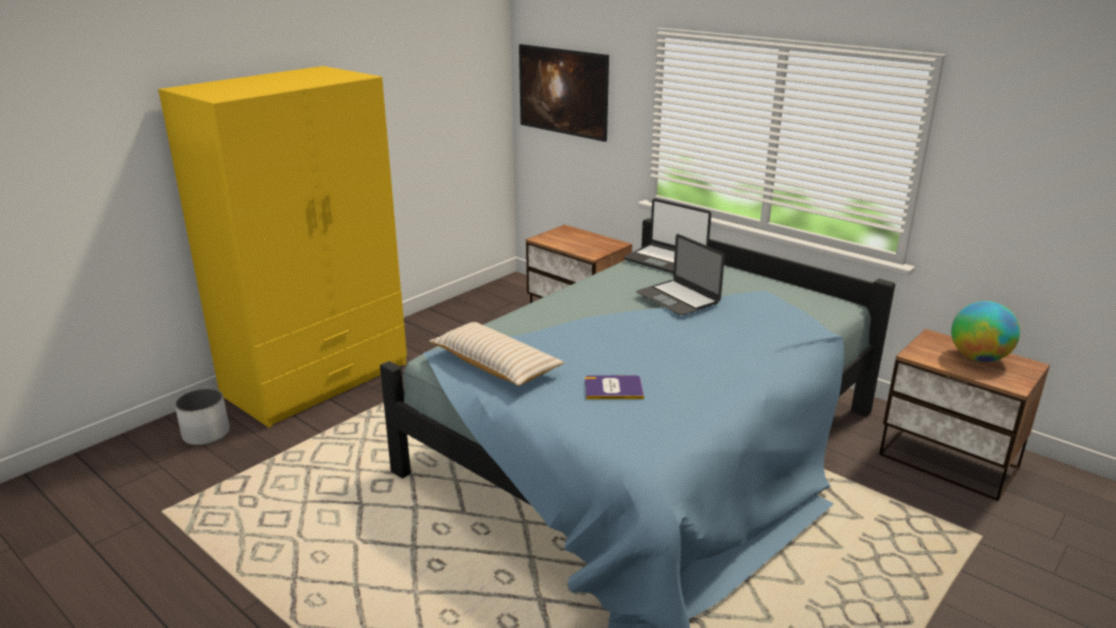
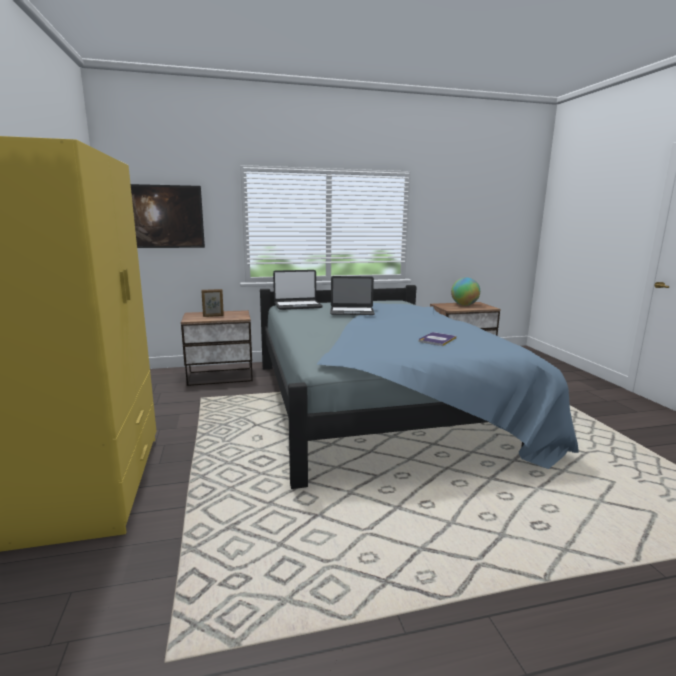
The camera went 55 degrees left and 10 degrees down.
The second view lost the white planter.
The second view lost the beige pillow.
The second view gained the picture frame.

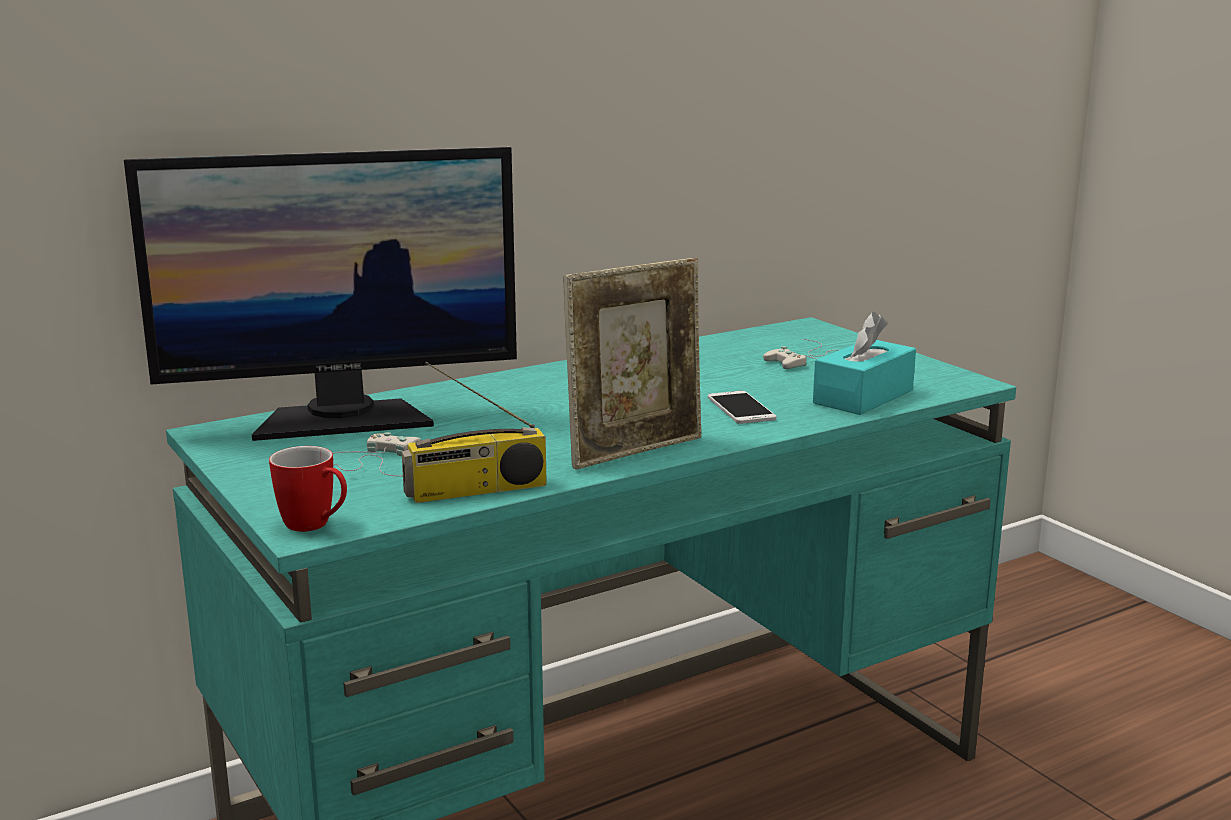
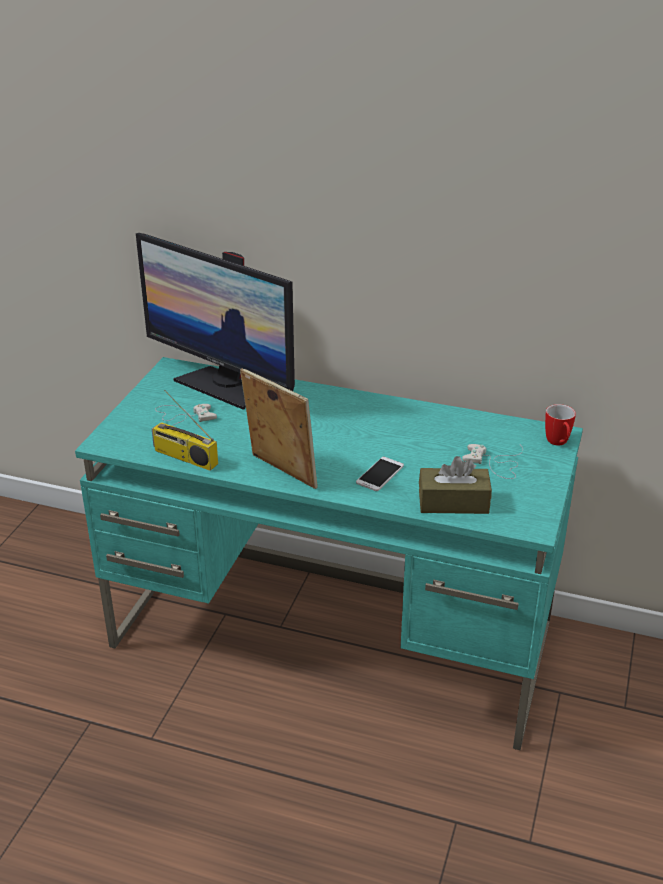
The camera went 50 degrees right and 15 degrees up.
The mug ended up elsewhere.
What was the turquoise tissue box turned into the brown tissue box.
The picture frame ended up facing another way, 150 degrees counterclockwise from before.

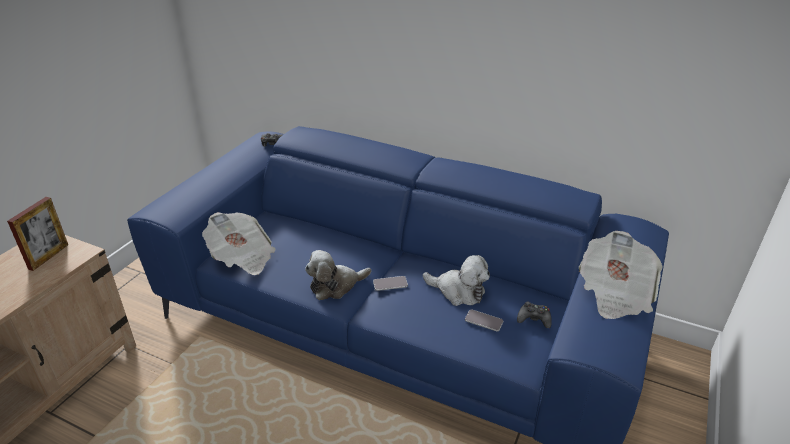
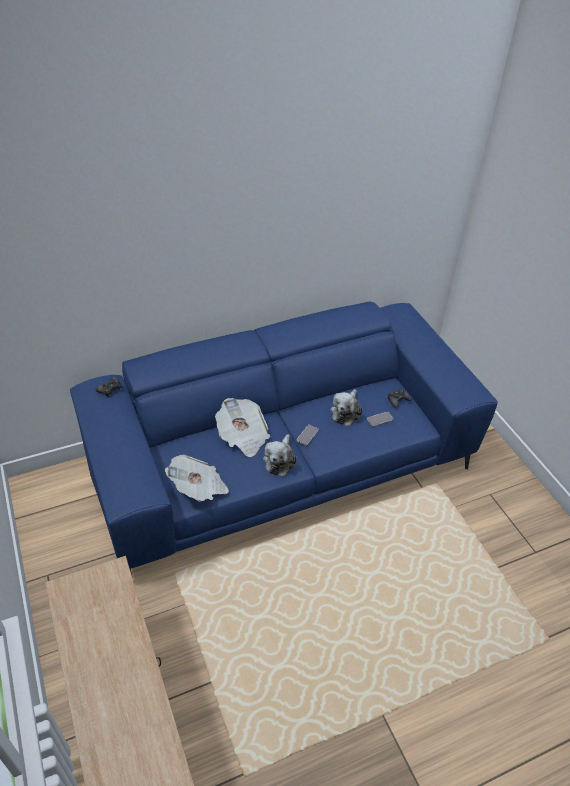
The camera went 50 degrees left and 10 degrees up.
The second view lost the picture frame.
The newspaper (no. 2 from left) ended up elsewhere.
The plush toy (no. 2 from left) ended up facing another way, 135 degrees clockwise from before.

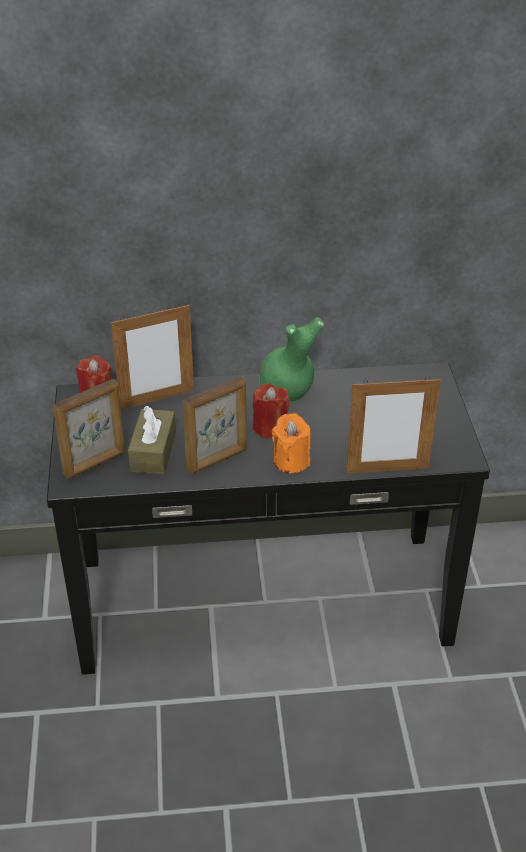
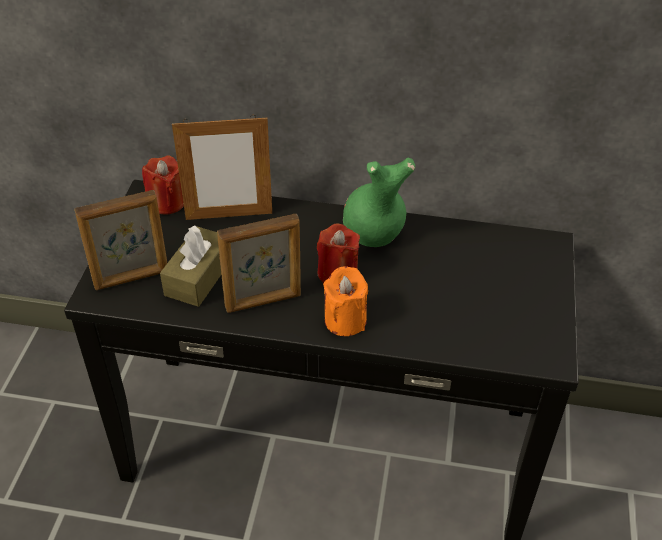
The camera went 15 degrees right and 5 degrees up.
The second view lost the picture frame (no. 4 from left).

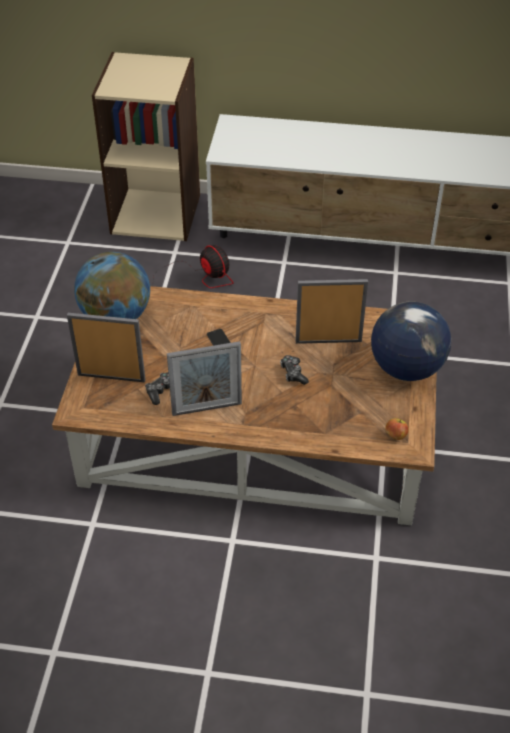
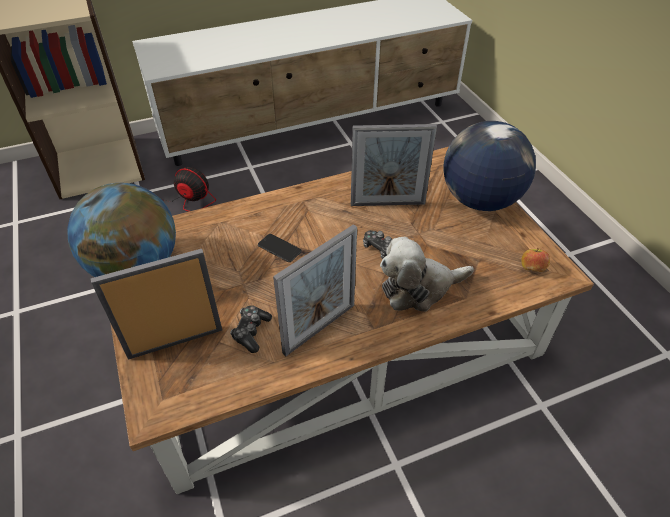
The camera went 30 degrees left and 0 degrees up.
The second view gained the plush toy.
The picture frame (no. 3 from left) ended up facing another way, 150 degrees counterclockwise from before.

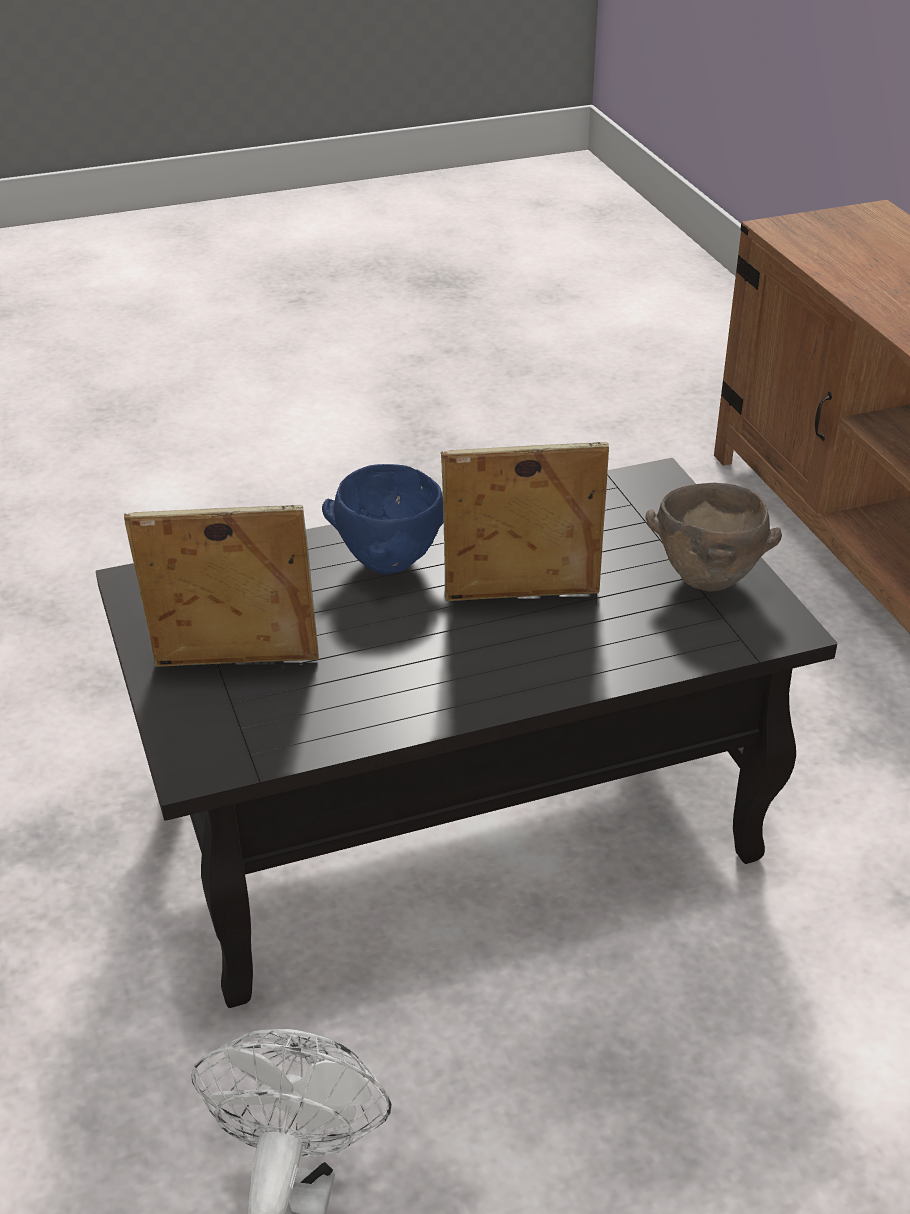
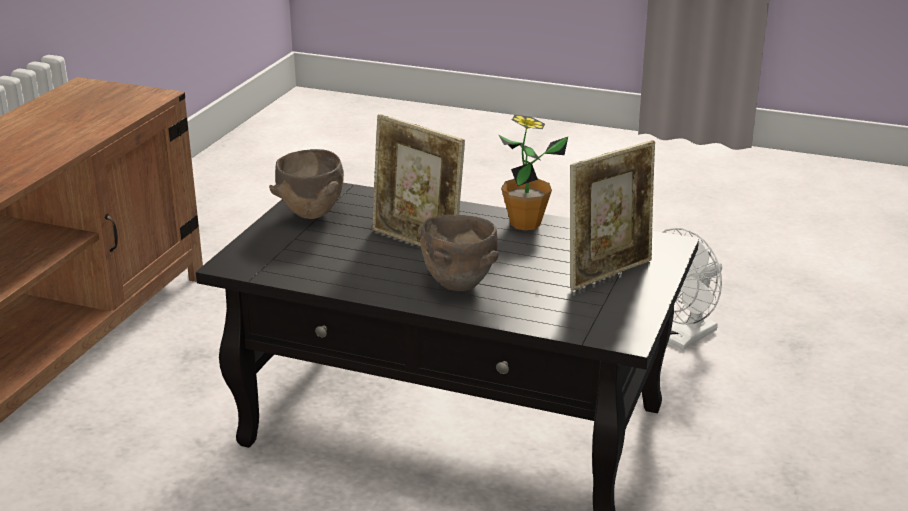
The camera went 140 degrees left and 10 degrees down.
The second view gained the potted plant.
What was the blue bowl turned into the brown bowl (no. 2 from left).
The picture frame (no. 1 from left in the first image) ended up facing another way, 75 degrees counterclockwise from before.

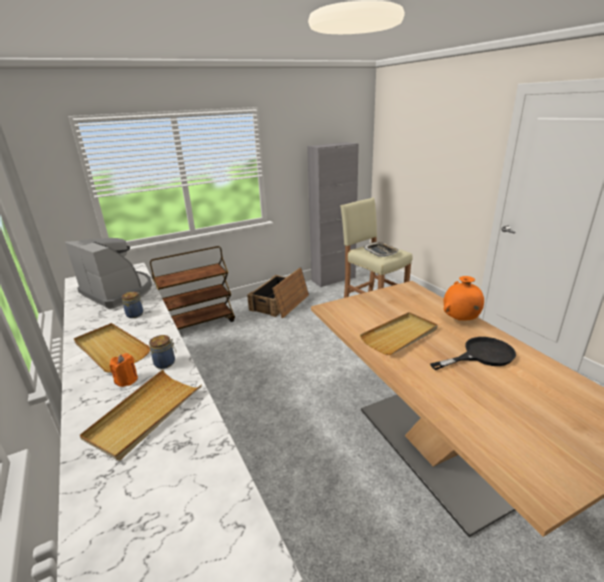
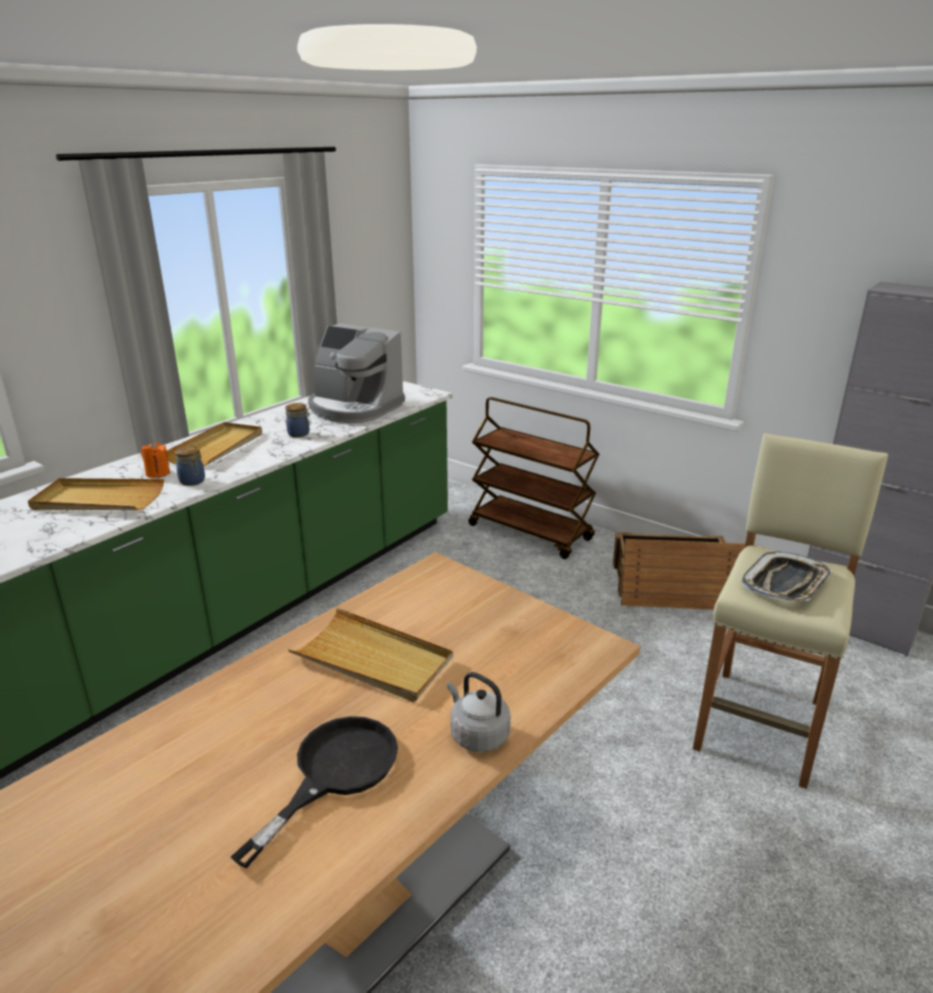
The camera went 65 degrees right and 0 degrees up.
Where the orange vase stood, the grey kettle came to stand.
The coffee machine ended up facing another way, 105 degrees clockwise from before.
The black frying pan ended up facing another way, 105 degrees counterclockwise from before.

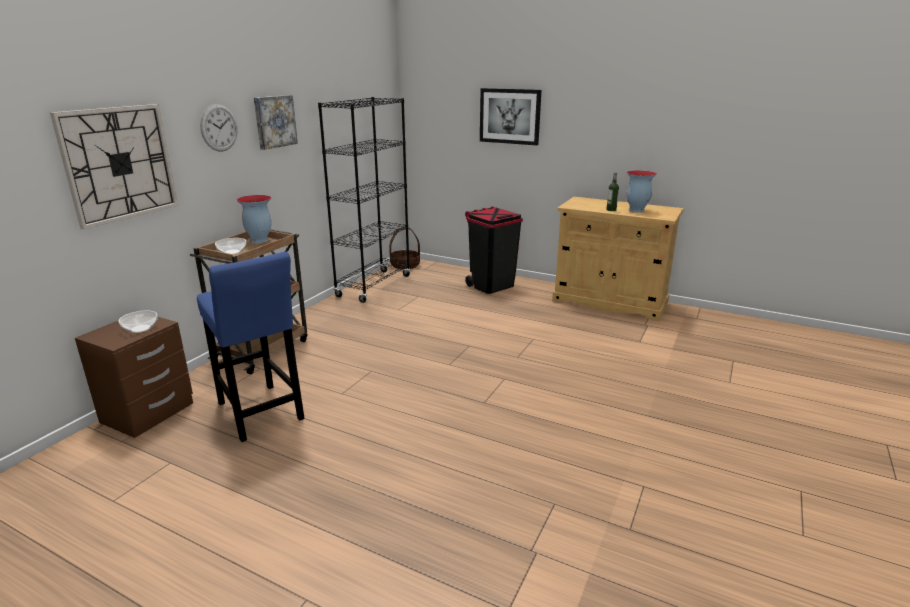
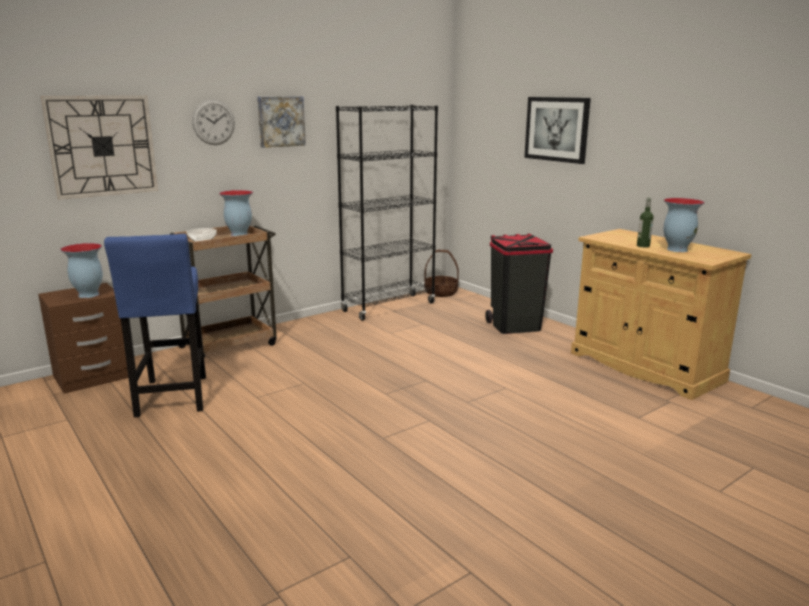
The camera went 25 degrees right and 5 degrees down.
Where the bowl (no. 1 from left) stood, the vase (no. 1 from left) came to stand.

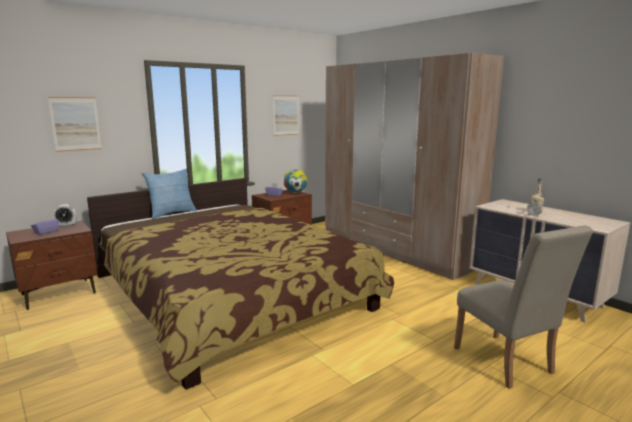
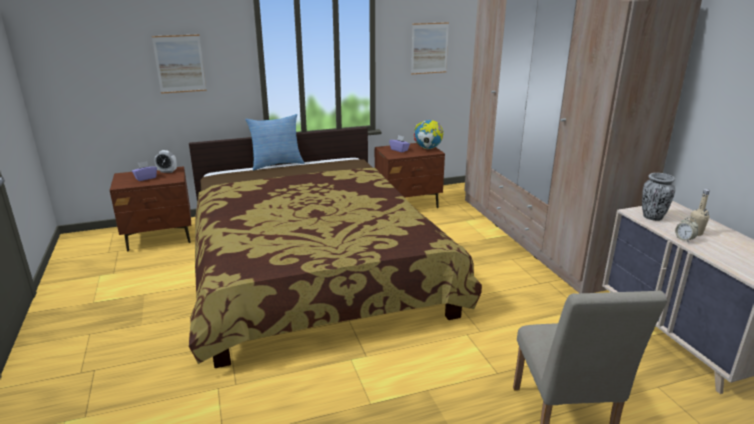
The camera went 20 degrees right and 10 degrees up.
The second view gained the vase.

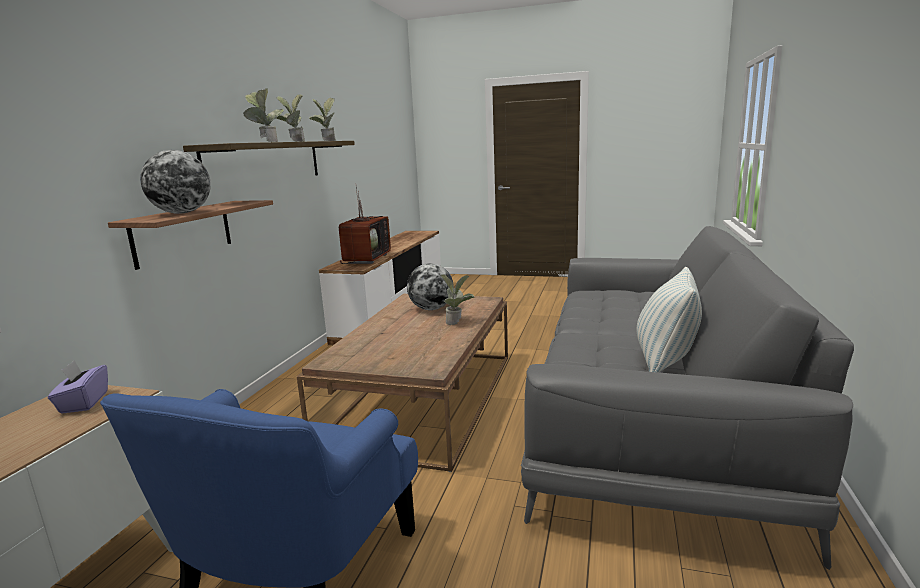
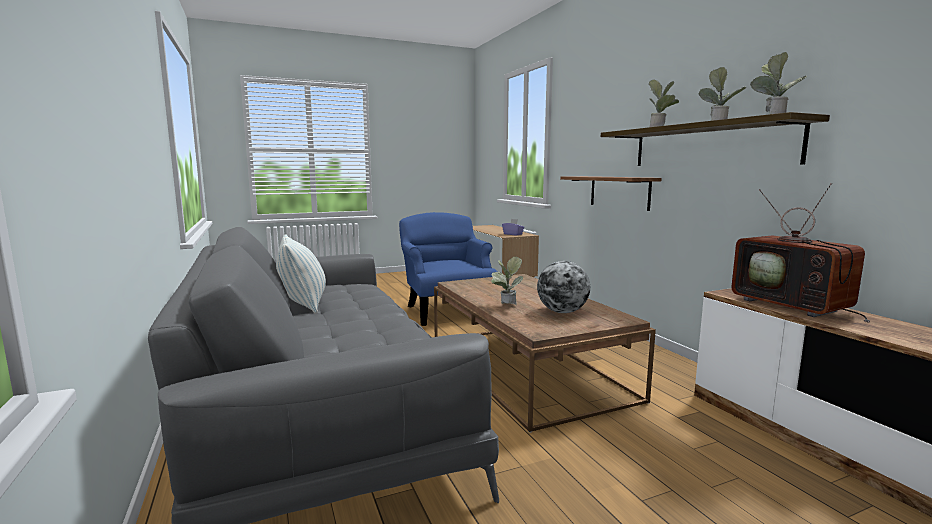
The camera went 140 degrees right and 5 degrees down.
The second view lost the globe (no. 1 from left).

